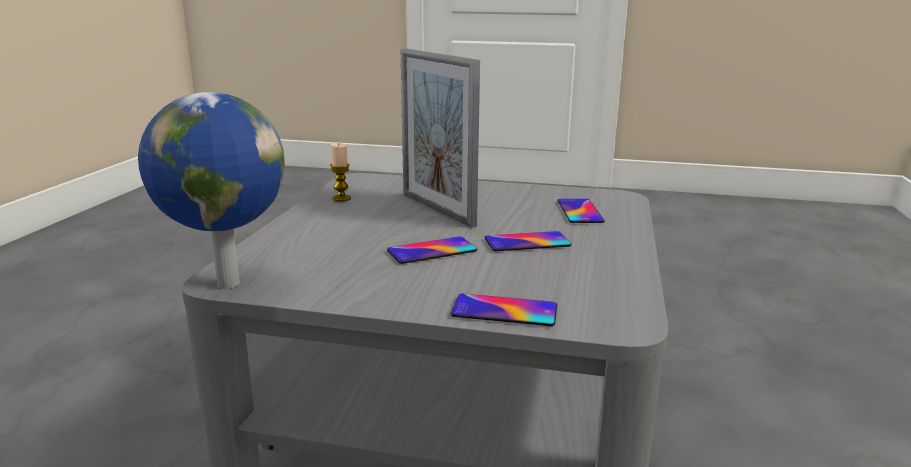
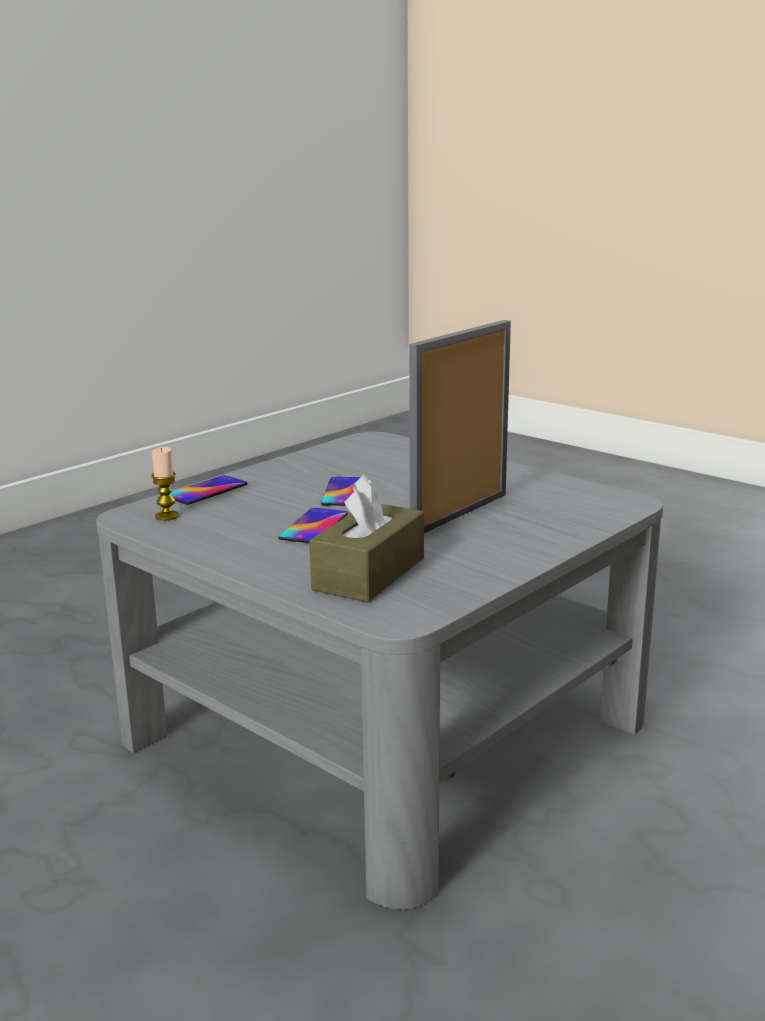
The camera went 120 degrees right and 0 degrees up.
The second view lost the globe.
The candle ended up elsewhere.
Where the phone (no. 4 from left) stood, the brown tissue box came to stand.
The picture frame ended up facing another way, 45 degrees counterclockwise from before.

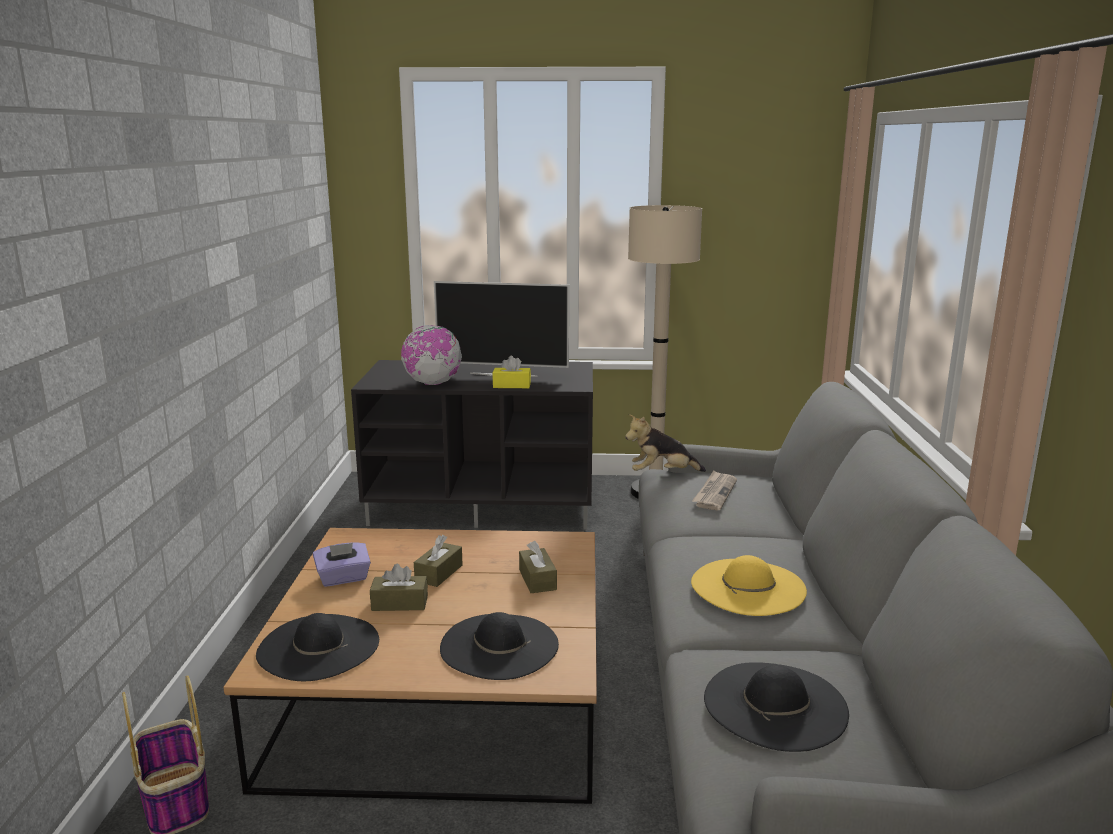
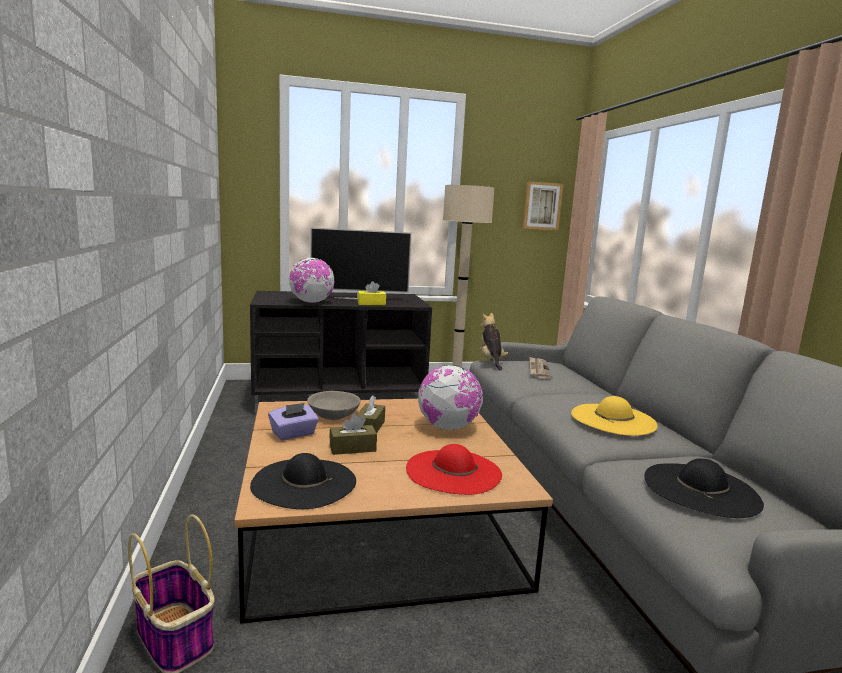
The camera went 15 degrees left and 5 degrees down.
The second view gained the grey bowl.
The second view gained the picture.
Where the brown tissue box (no. 3 from left) stood, the globe (no. 2 from left) came to stand.
What was the black hat (no. 2 from left) turned into the red hat.
The plush toy ended up facing another way, 105 degrees clockwise from before.

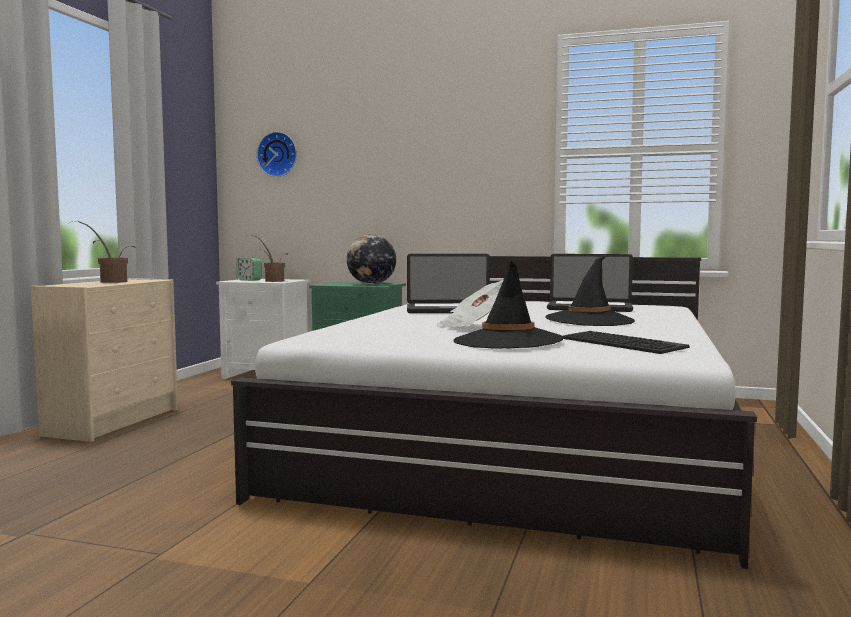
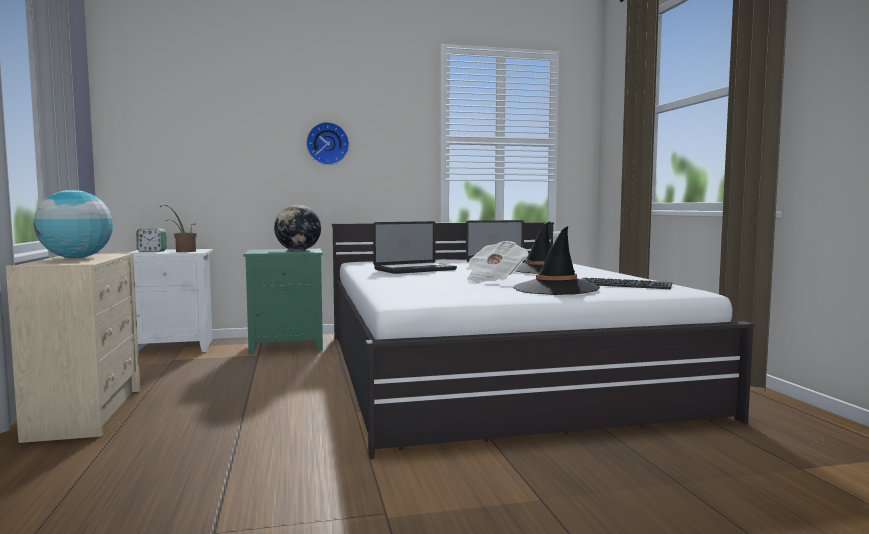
The camera went 30 degrees left and 0 degrees up.
The wall clock ended up elsewhere.
Where the potted plant (no. 1 from left) stood, the globe (no. 1 from left) came to stand.

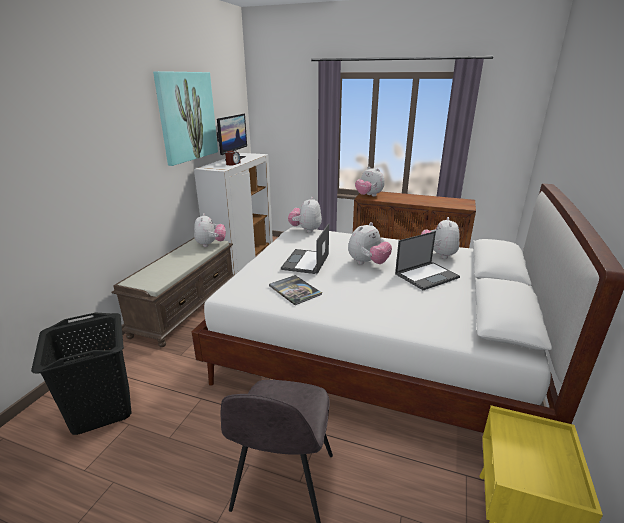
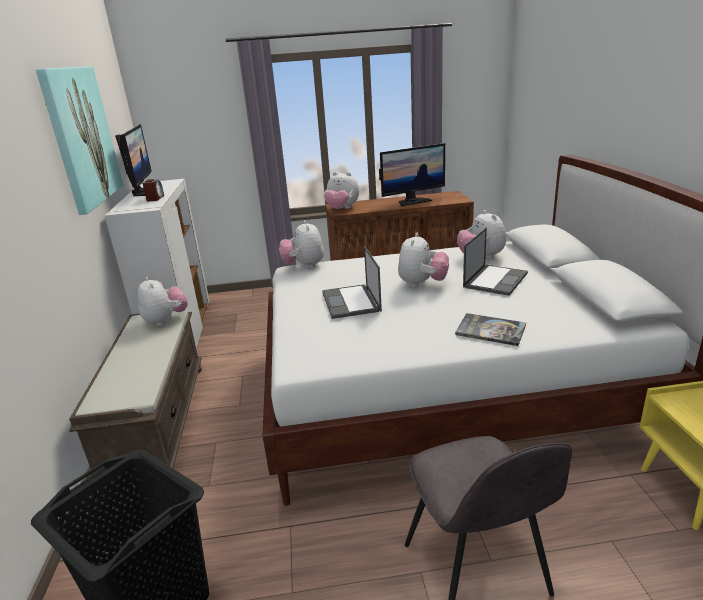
The camera went 25 degrees left and 0 degrees up.
The second view gained the monitor (no. 2 from left).
The book ended up elsewhere.

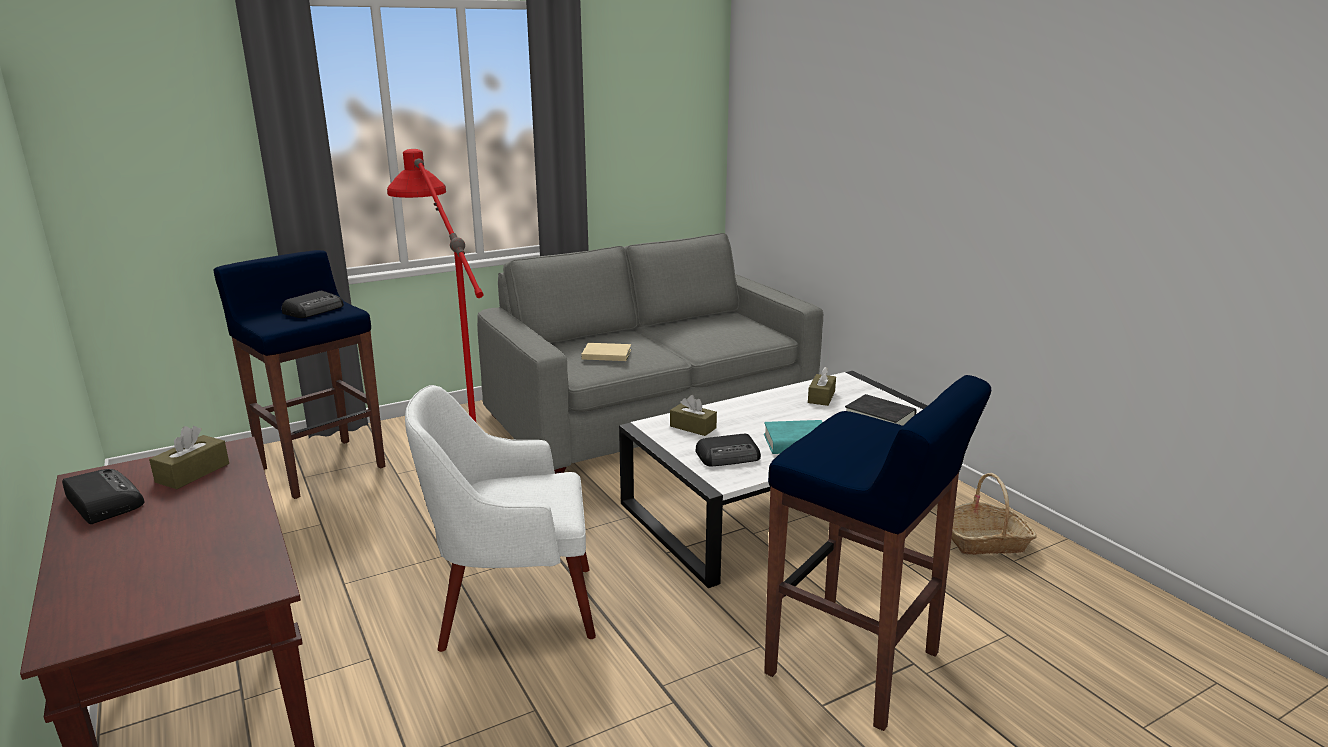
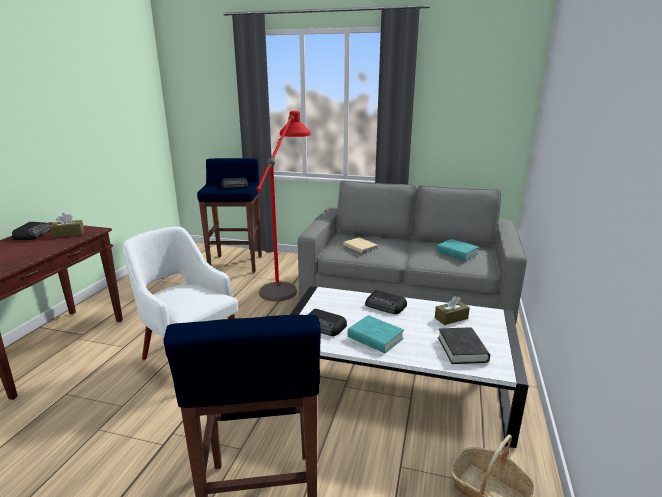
The camera went 45 degrees right and 0 degrees up.
The second view lost the brown tissue box (no. 2 from left).
The second view gained the radio (no. 4 from left).
The second view gained the turquoise book (no. 2 from left).

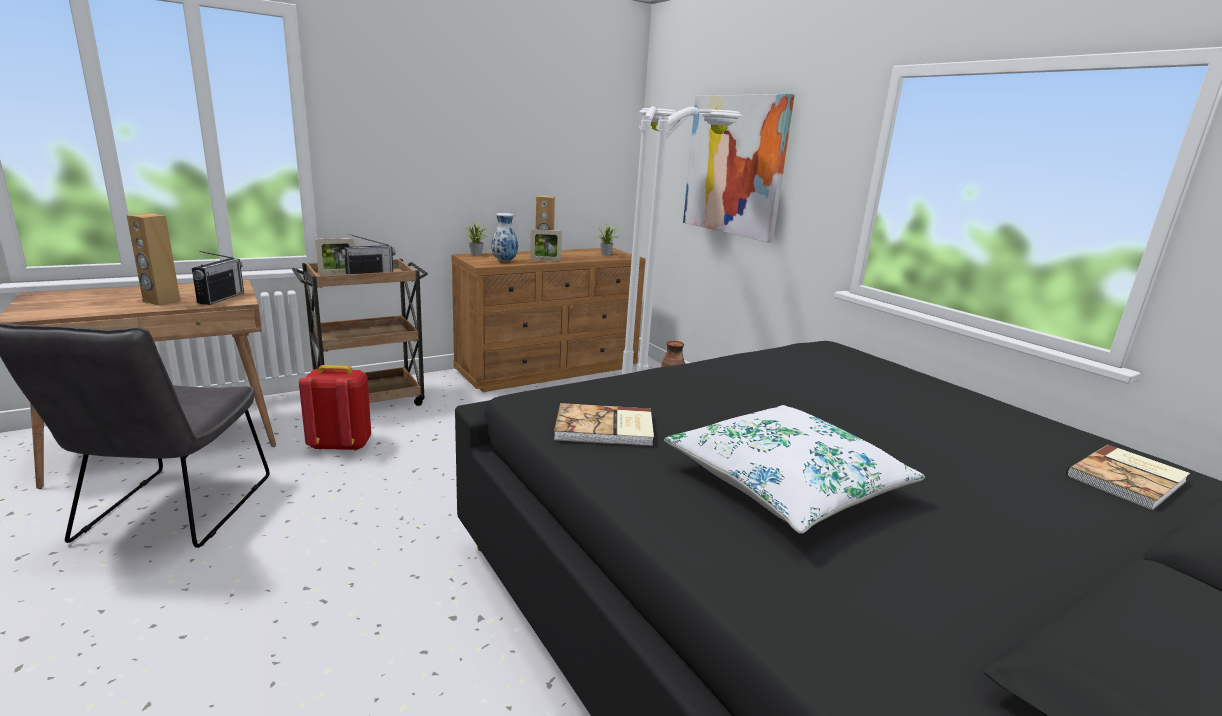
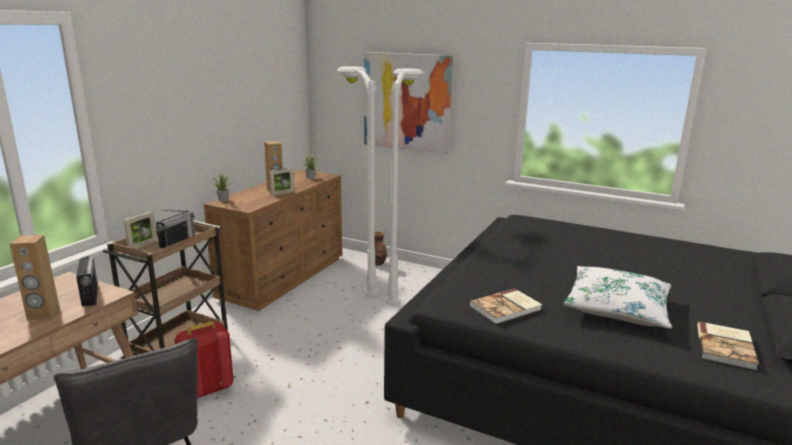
The camera went 30 degrees left and 0 degrees up.
The second view lost the vase (no. 1 from left).
The book (no. 2 from left) ended up elsewhere.

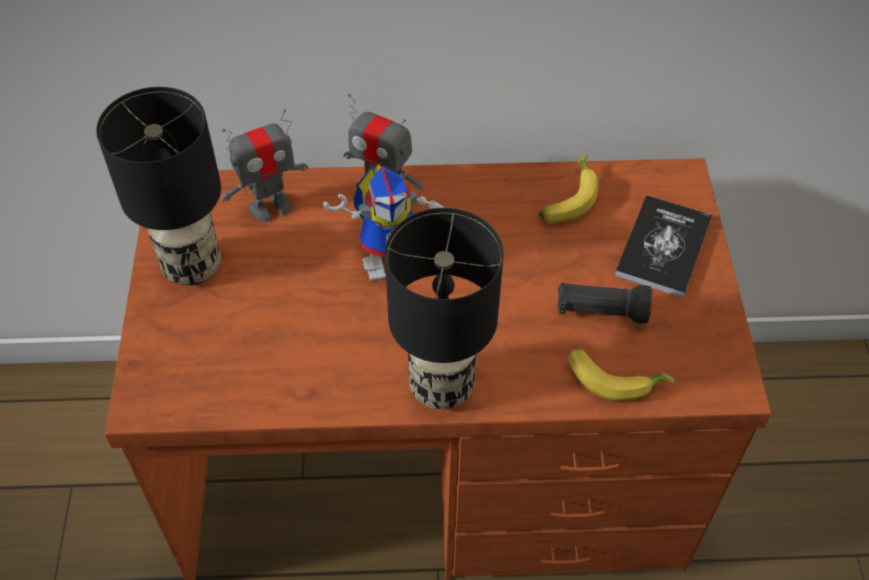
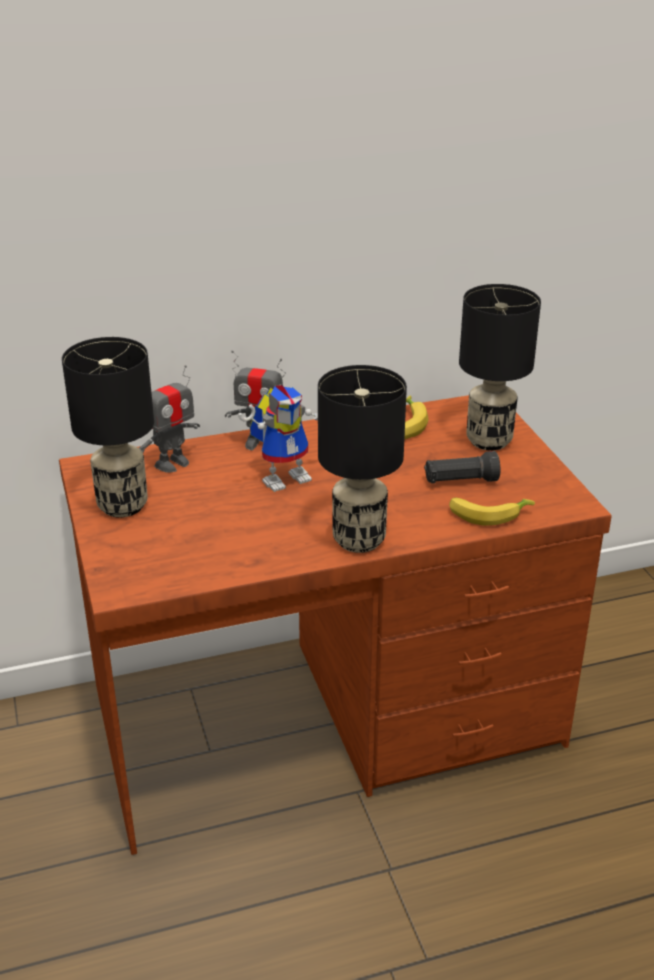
The camera went 15 degrees left and 20 degrees down.
Where the book stood, the black table lamp (no. 3 from left) came to stand.

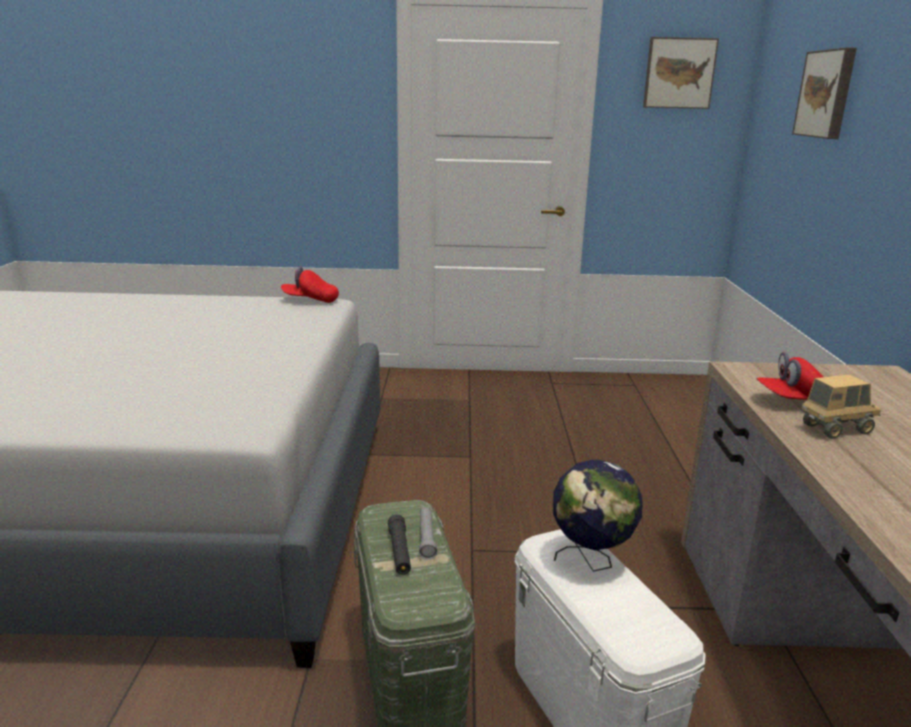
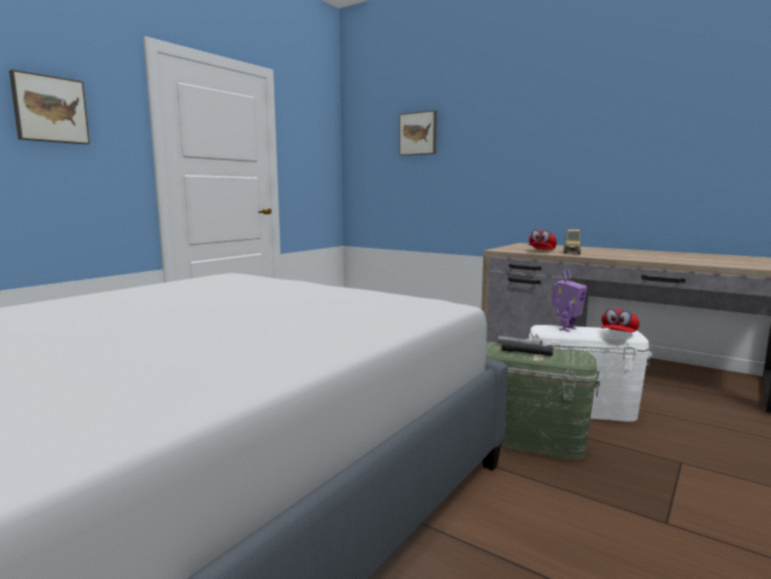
The camera went 55 degrees left and 10 degrees down.
The red cap (no. 1 from left in the first image) ended up elsewhere.
The picture (no. 1 from left) ended up elsewhere.
Where the globe stood, the toy robot came to stand.

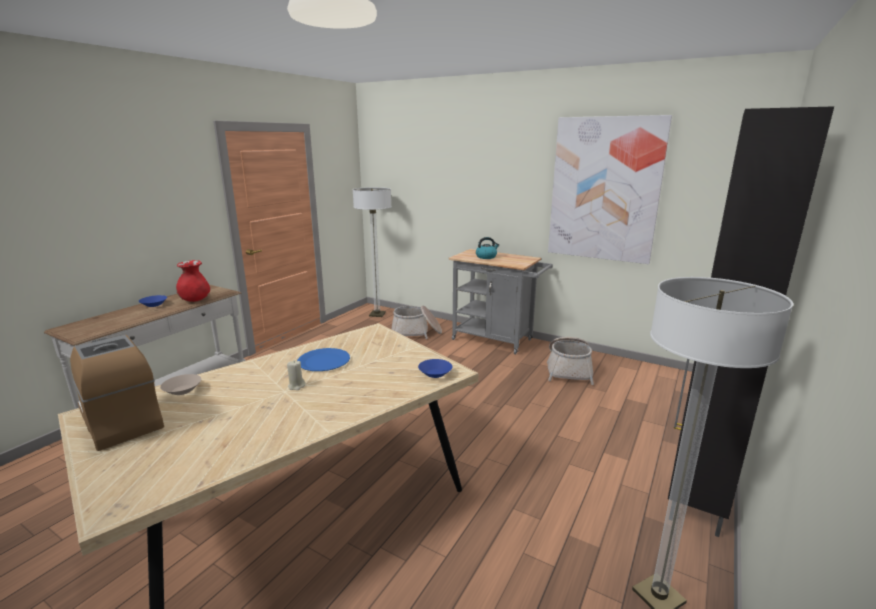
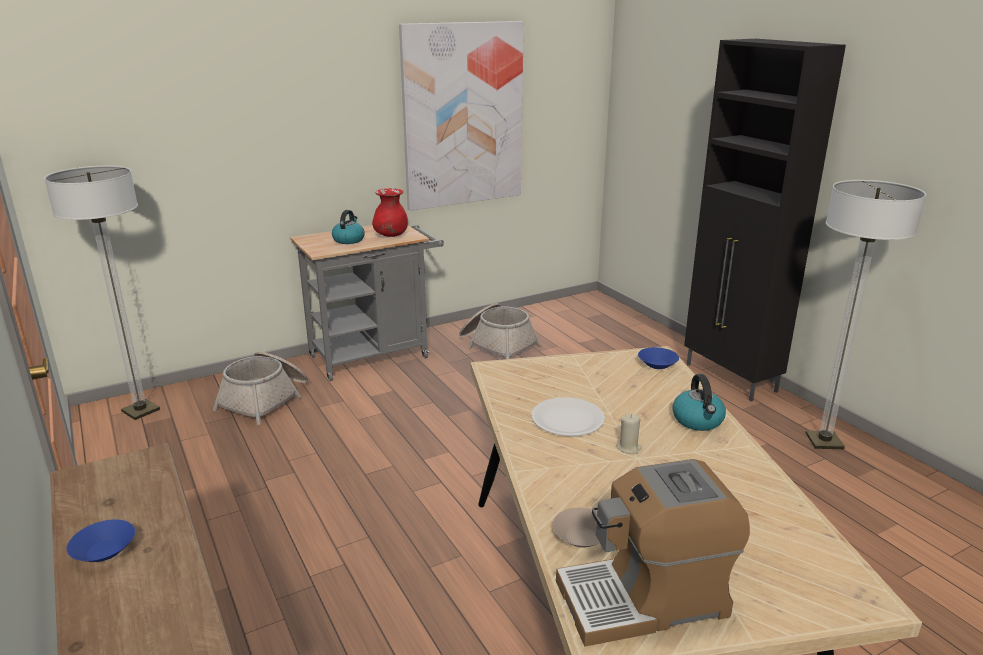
The camera went 60 degrees left and 5 degrees up.
The second view gained the kettle (no. 2 from left).
The red vase ended up elsewhere.
What was the blue plate turned into the white plate.

